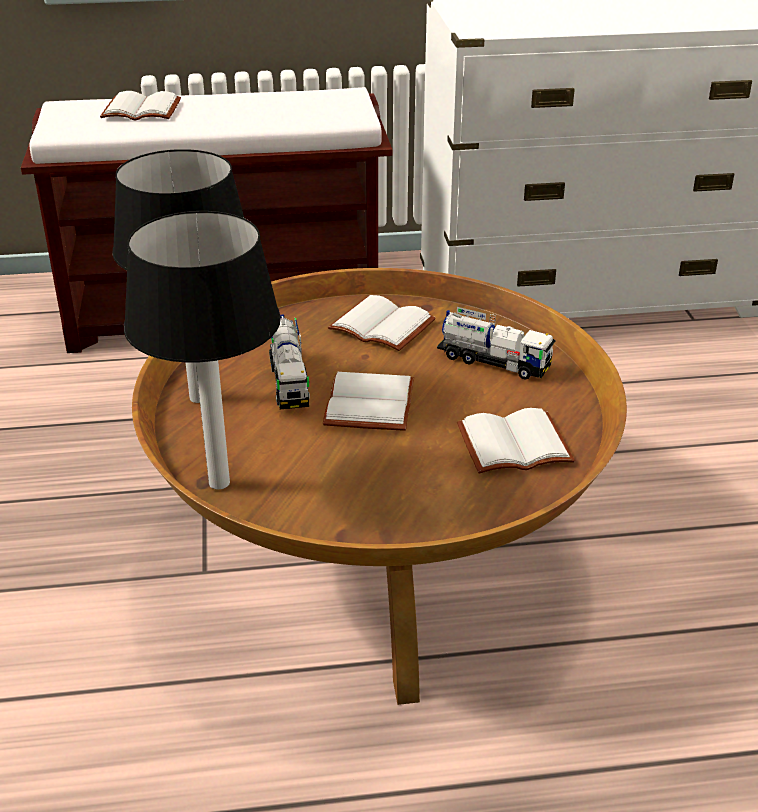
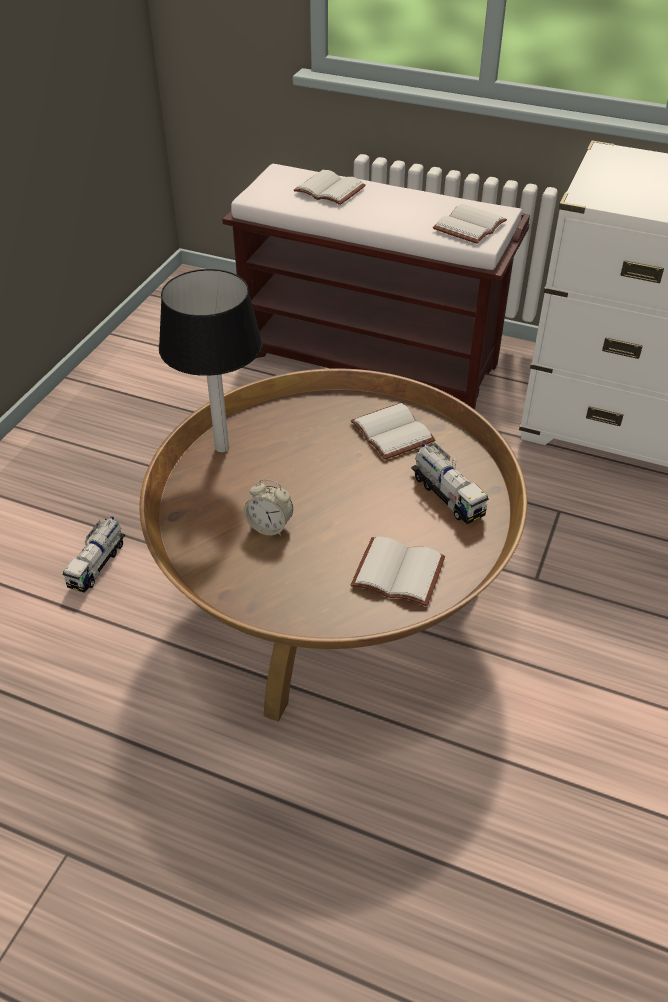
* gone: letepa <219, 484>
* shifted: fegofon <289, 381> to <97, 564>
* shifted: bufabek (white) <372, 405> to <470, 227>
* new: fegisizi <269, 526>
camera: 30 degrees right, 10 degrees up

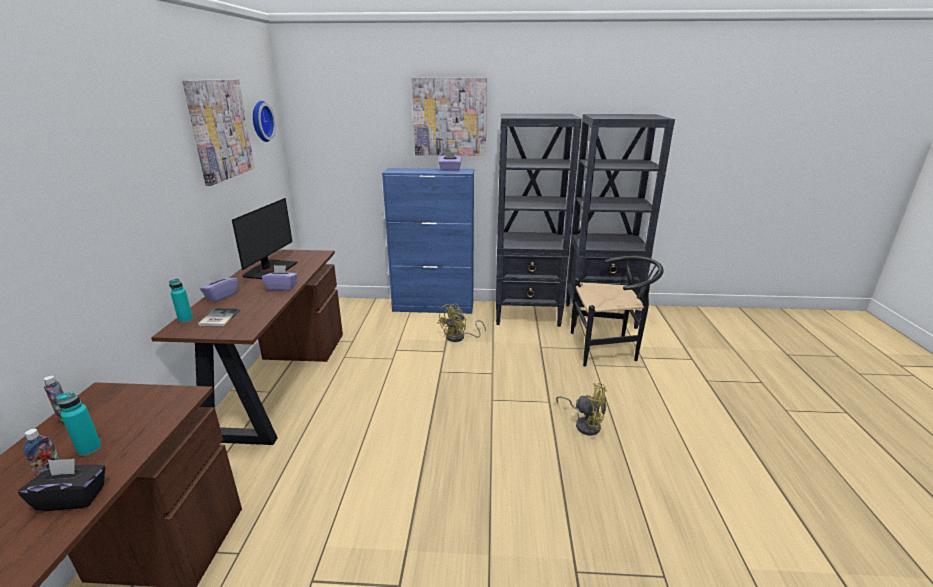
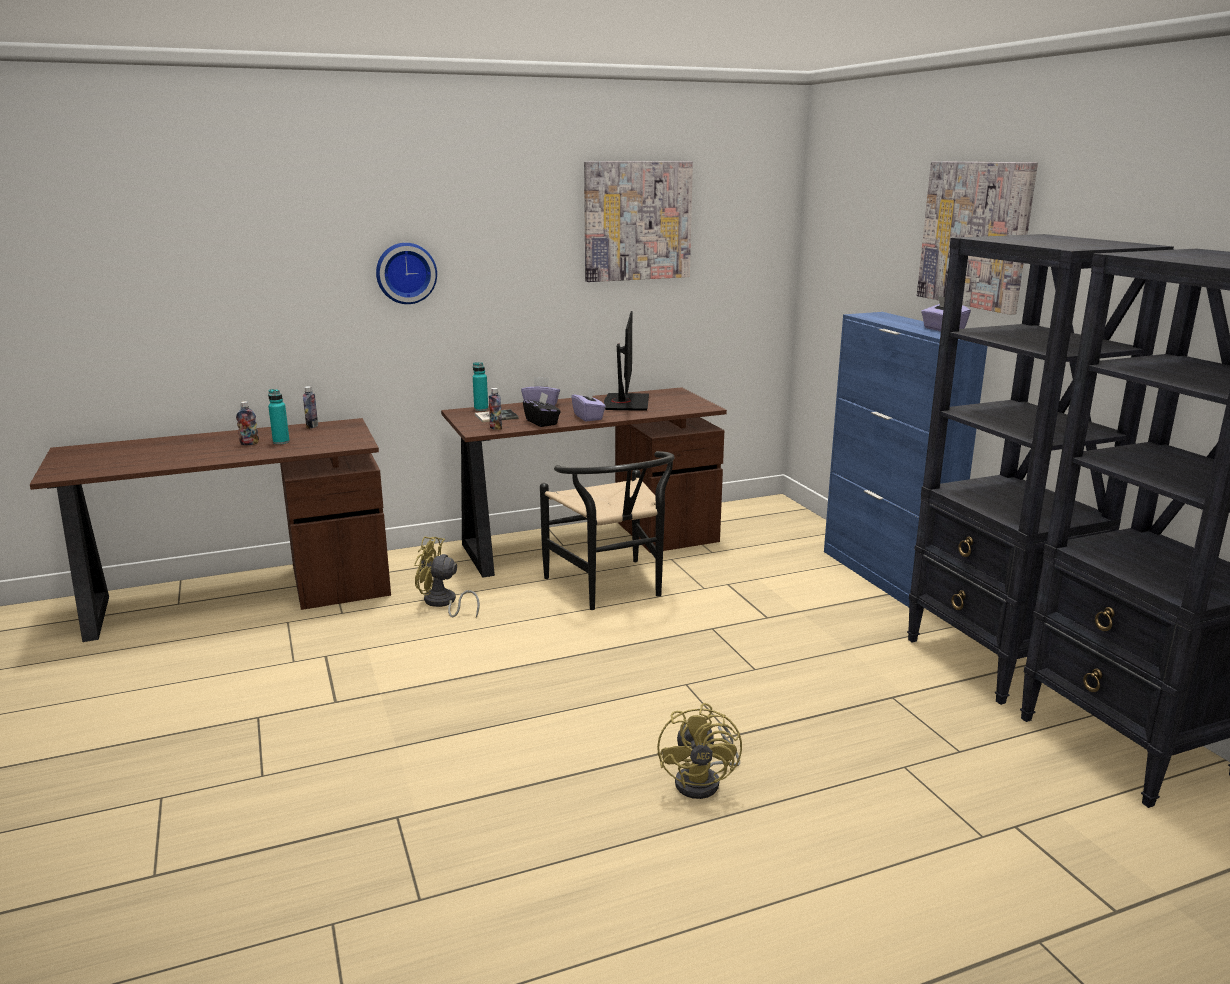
* shifted: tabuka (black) <73, 498> to <542, 422>
* rotated: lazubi <270, 270> = <626, 402> 75 degrees counterclockwise
* shifted: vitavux <260, 121> to <405, 273>
* shifted: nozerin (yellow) <459, 337> to <442, 603>
* shifted: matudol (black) <609, 348> to <611, 588>
* new: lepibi <496, 428>
camera: 65 degrees right, 5 degrees down

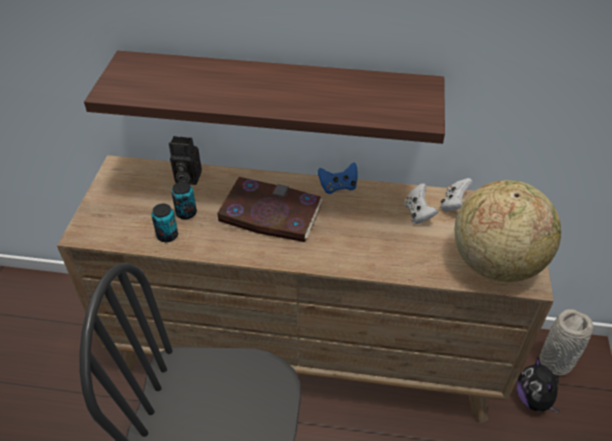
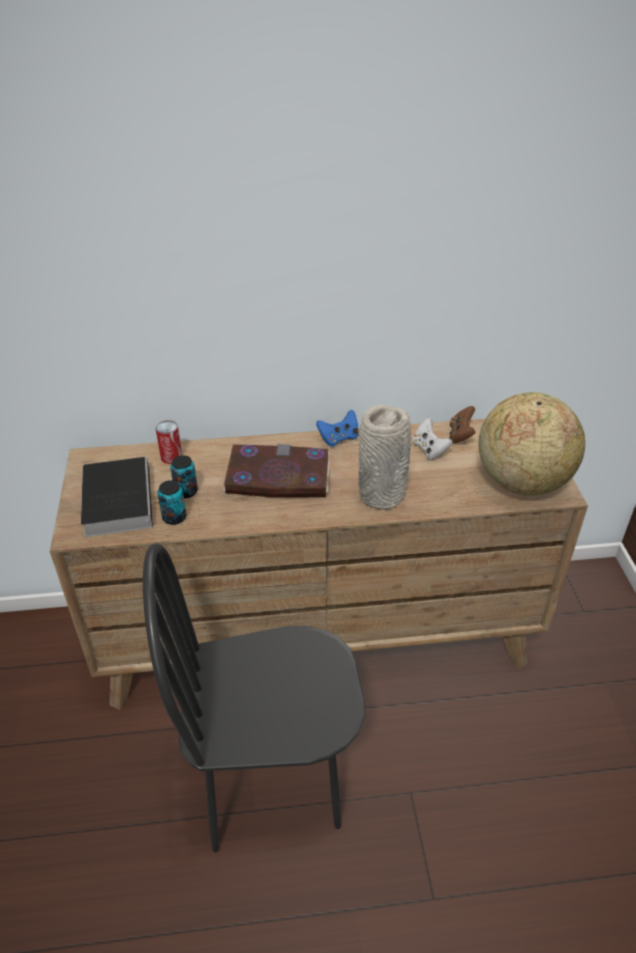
* gone: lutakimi <277, 94>
* swapped: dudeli <186, 178> to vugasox <171, 457>
* repainted: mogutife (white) <453, 204> to mogutife (brown) <460, 435>
* gone: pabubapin <533, 399>
* shifted: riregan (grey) <556, 361> to <382, 495>
* new: bufabek <117, 499>
camera: 15 degrees left, 5 degrees down

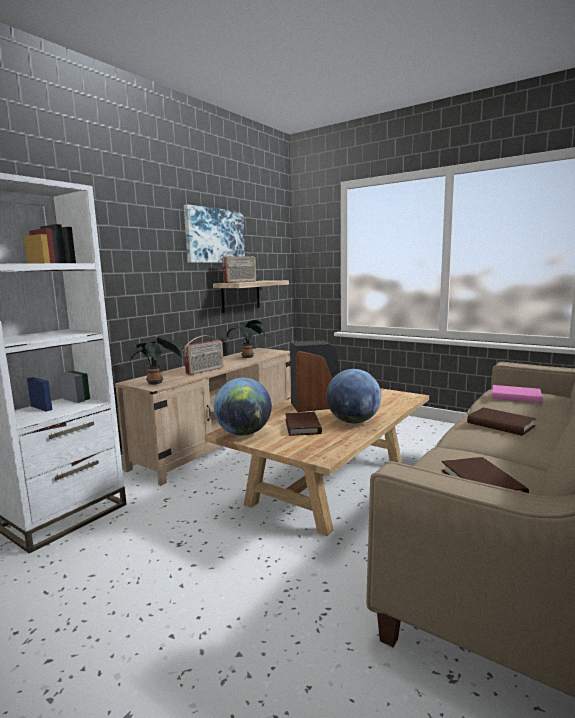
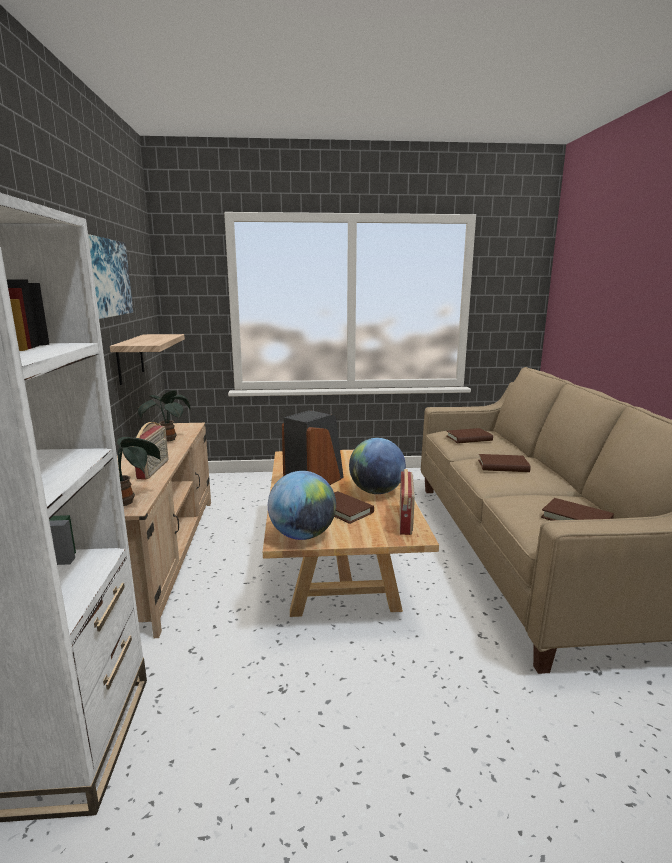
* shifted: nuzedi <240, 282> to <406, 521>
* repainted: bufabek (pink) <515, 397> to bufabek (brown) <469, 438>
camera: 40 degrees left, 5 degrees up

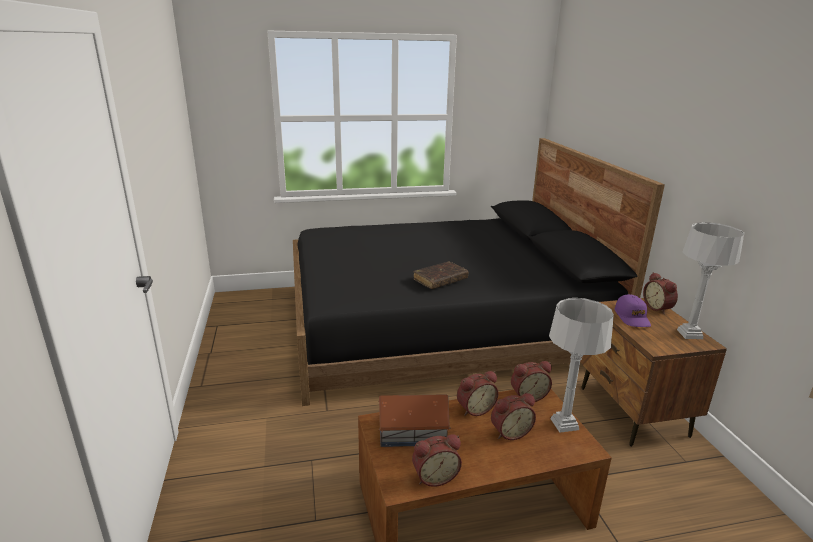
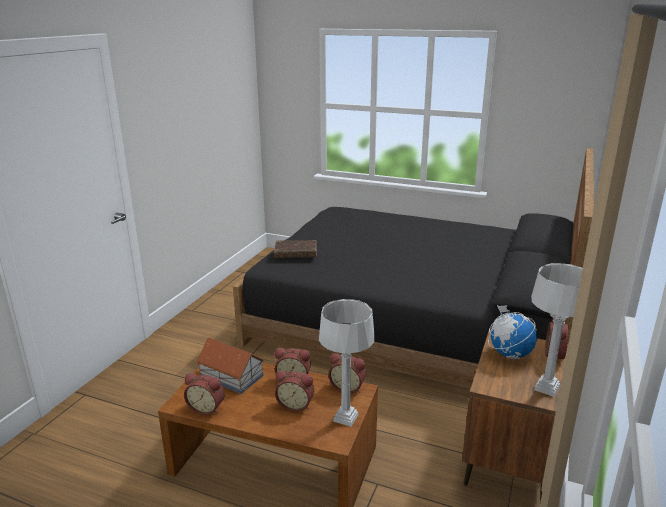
* shifted: bufabek (brown) <440, 280> to <296, 254>
* swapped: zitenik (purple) <632, 317> to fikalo <509, 354>
camera: 35 degrees right, 0 degrees up

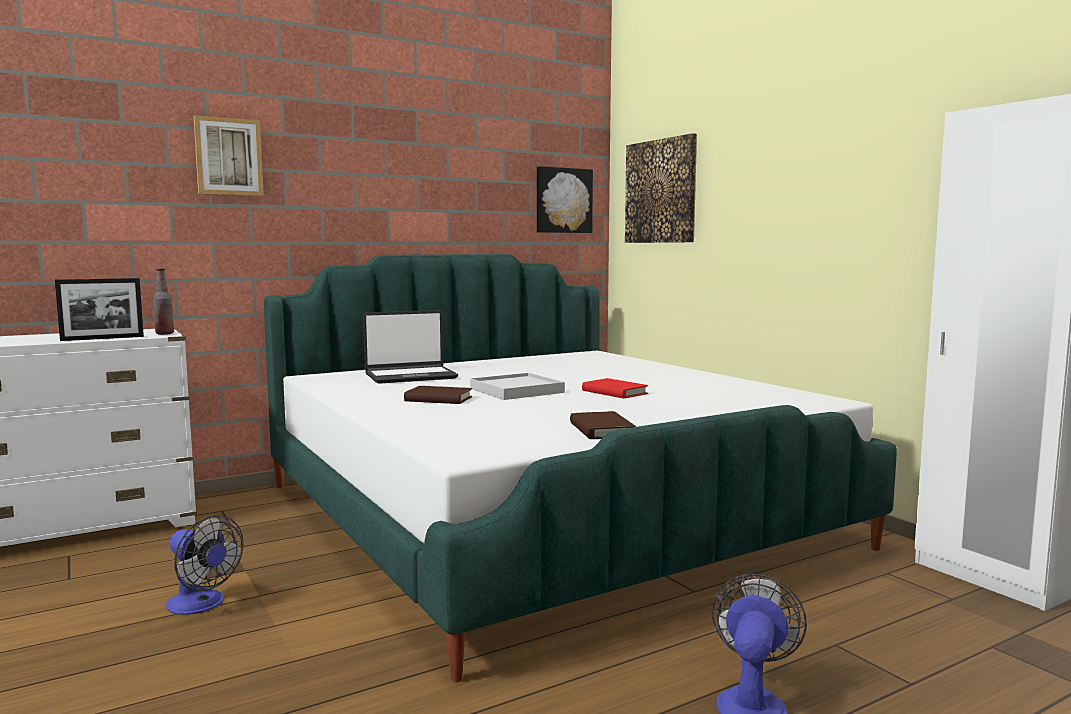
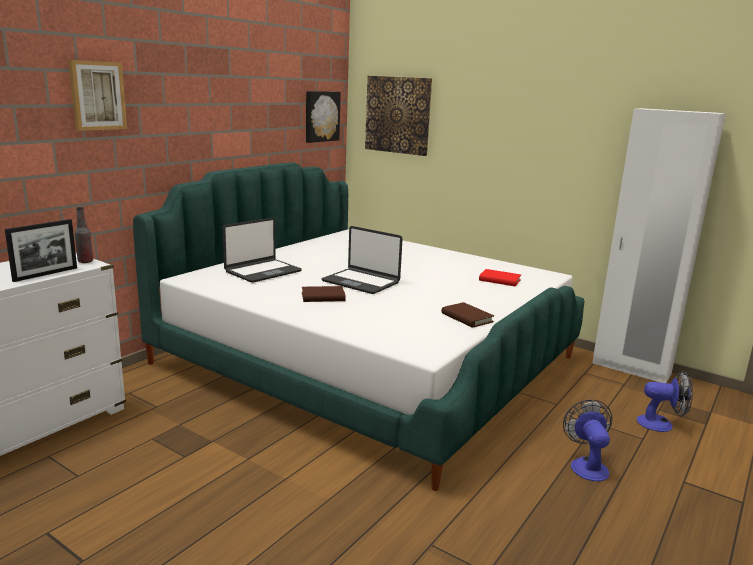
* shifted: nozerin <201, 605> to <661, 424>
* swapped: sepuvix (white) <517, 390> to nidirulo <361, 282>
* shifted: bufabek (red) <614, 392> to <499, 280>
camera: 25 degrees left, 10 degrees up

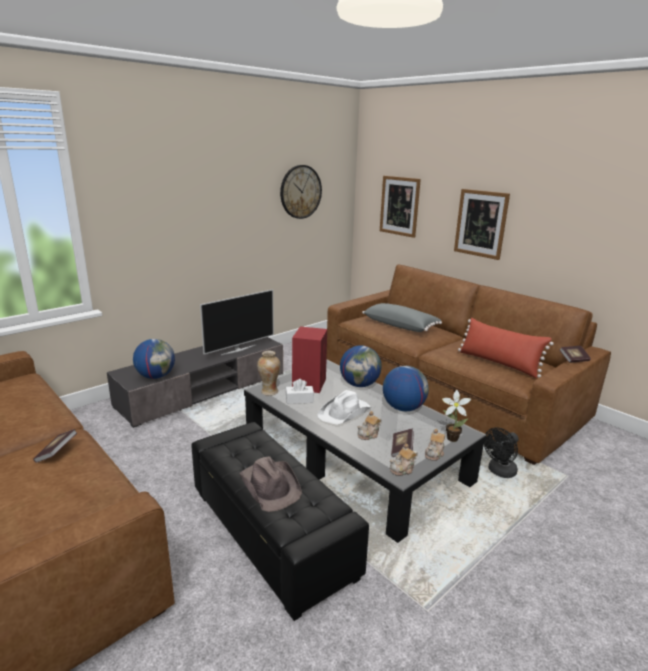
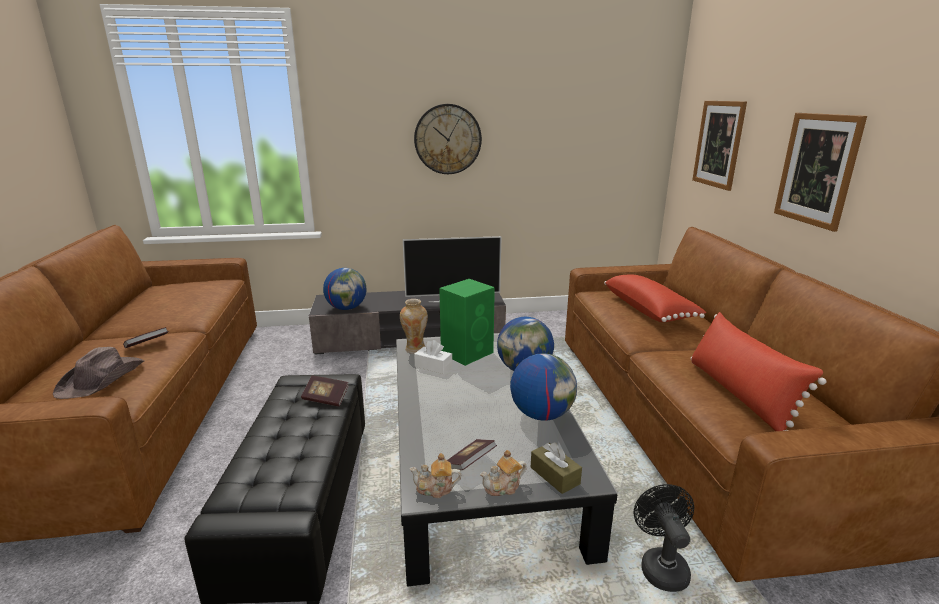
* shifted: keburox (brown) <270, 486> to <103, 378>
* shifted: vitavux <300, 192> to <447, 139>
* repainted: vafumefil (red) <309, 384> to vafumefil (green) <468, 352>
* gone: keburox (white) <345, 412>
* gone: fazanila <369, 435>
* repainted: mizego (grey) <400, 325> to mizego (red) <649, 310>
* swapped: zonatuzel <450, 438> to tabuka (brown) <554, 475>
* rotated: nozerin (black) <499, 472> = <661, 566> 90 degrees clockwise
* shifted: bufabek <573, 360> to <326, 398>
camera: 35 degrees right, 0 degrees up

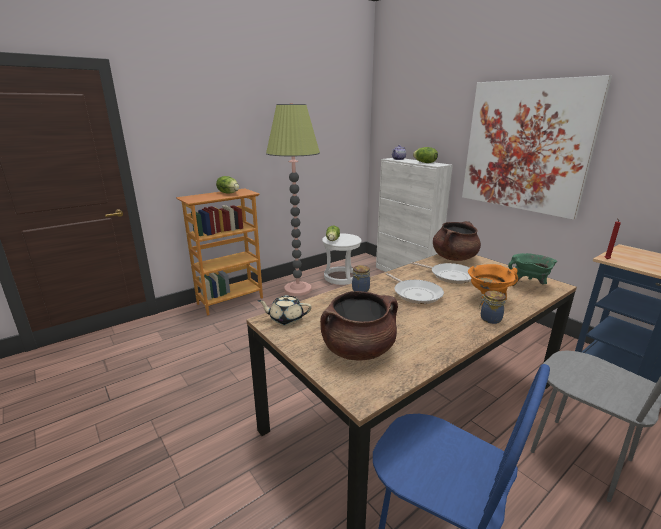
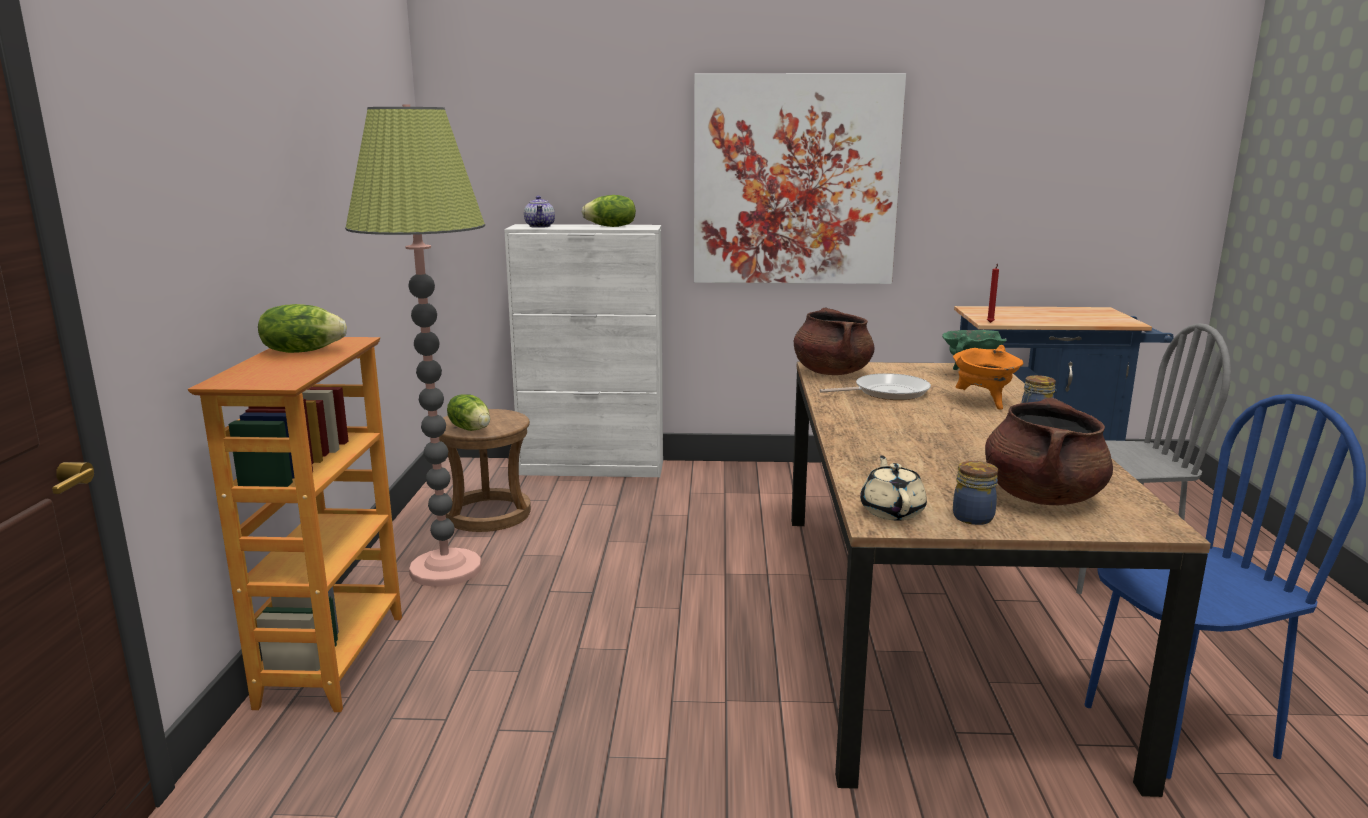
* rotated: fazanila (beige) <286, 319> = <892, 511> 135 degrees clockwise
* repainted: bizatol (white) <341, 277> to bizatol (brown) <488, 514>
* shifted: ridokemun <361, 289> to <972, 517>
* gone: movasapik <416, 294>
camera: 50 degrees left, 5 degrees down

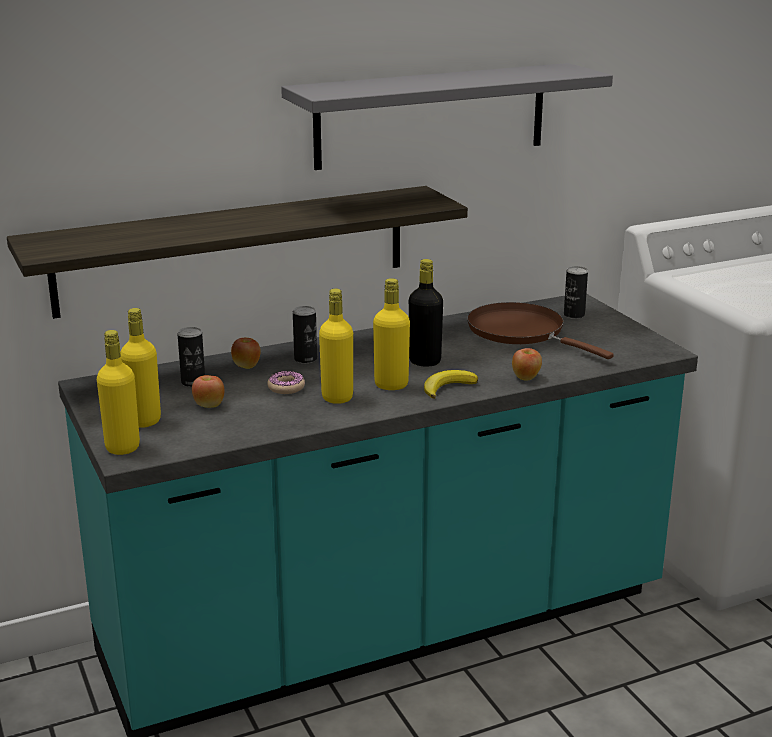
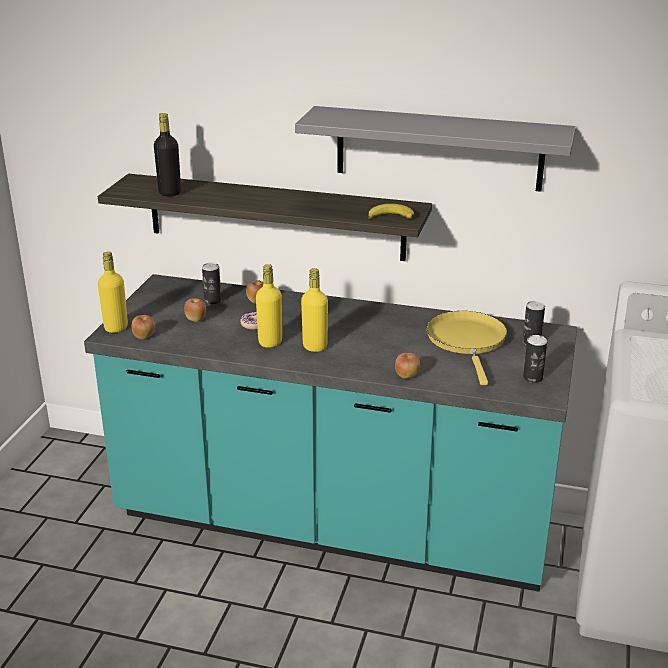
* gone: lepibi (yellow) <144, 421>
* shifted: vugasox <305, 359> to <532, 378>
* shifted: lepibi (black) <425, 361> to <170, 193>
* shifted: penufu <447, 387> to <390, 216>
* repainted: movasapik (brown) <521, 332> to movasapik (yellow) <467, 341>
* new: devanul <144, 337>
camera: 40 degrees right, 5 degrees up

